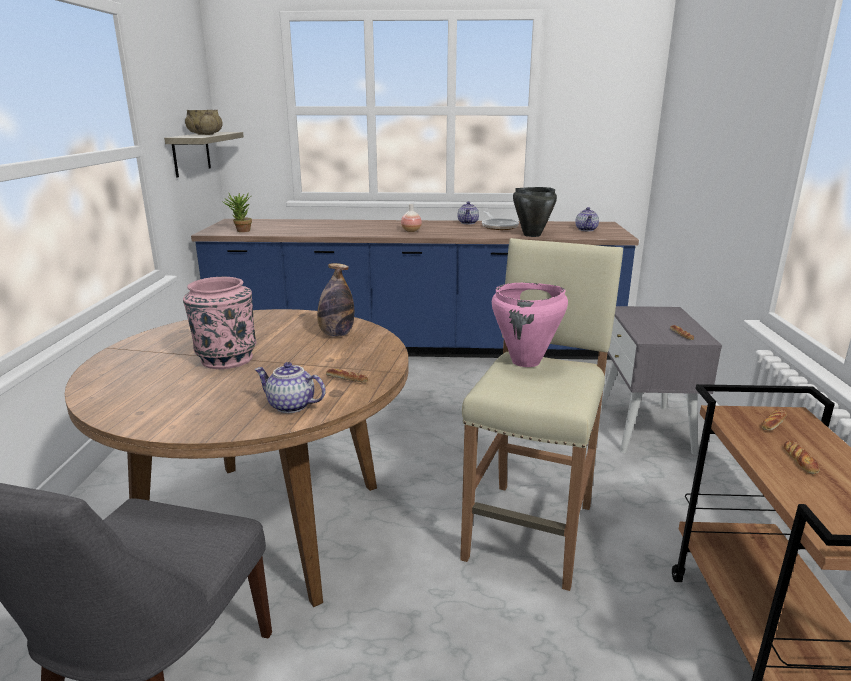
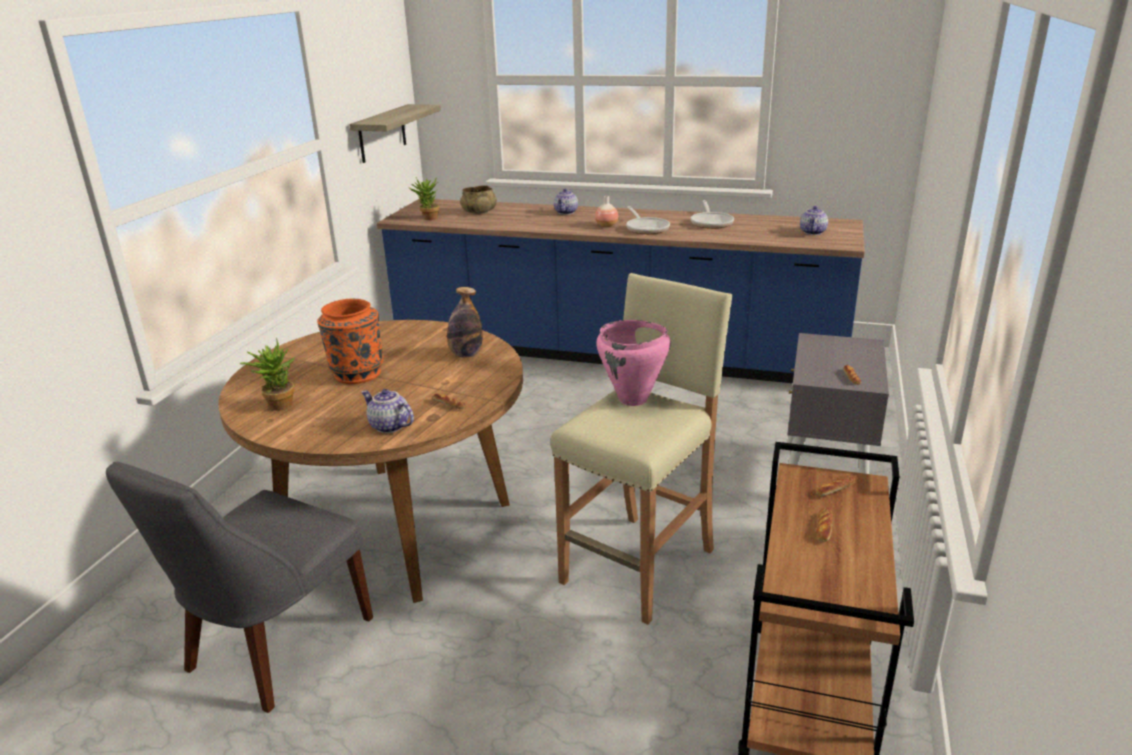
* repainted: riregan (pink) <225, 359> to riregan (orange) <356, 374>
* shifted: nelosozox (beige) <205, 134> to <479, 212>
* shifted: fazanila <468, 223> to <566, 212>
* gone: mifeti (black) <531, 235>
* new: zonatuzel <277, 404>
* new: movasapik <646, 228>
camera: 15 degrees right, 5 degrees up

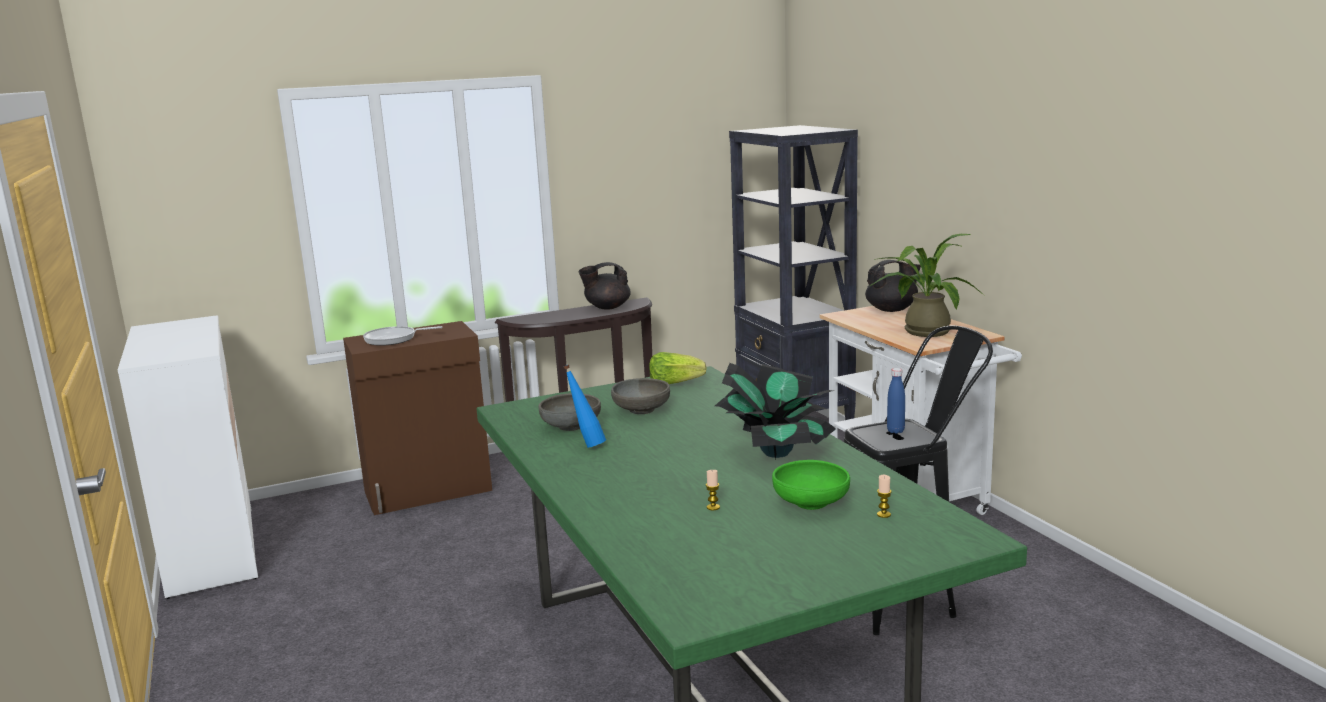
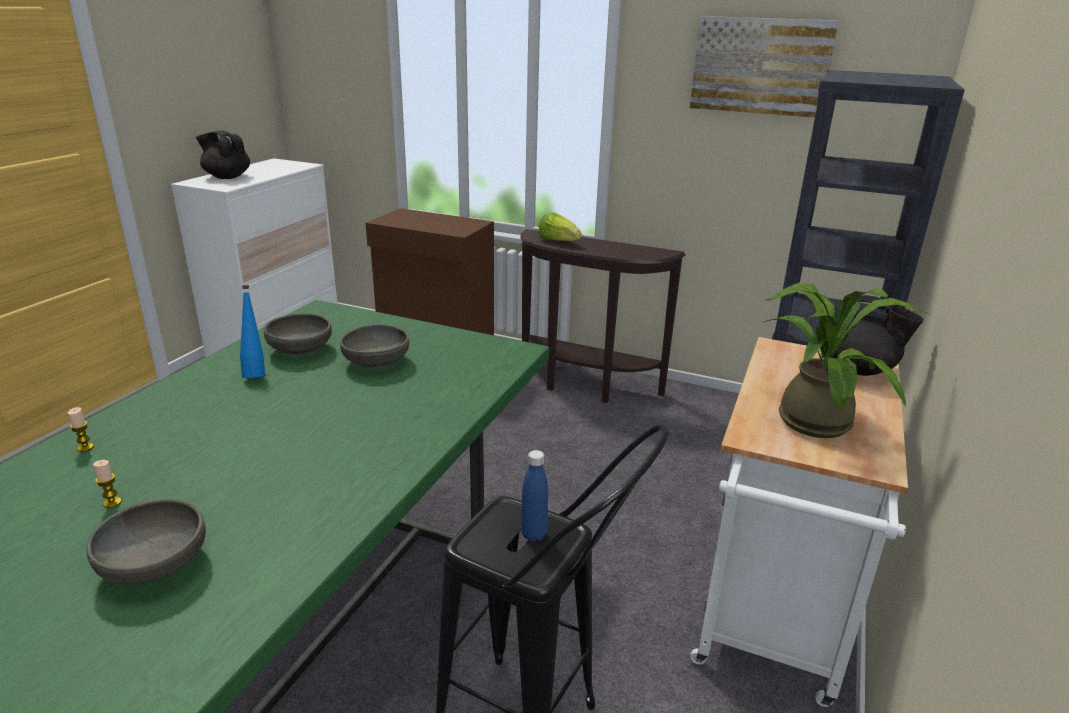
* gone: movasapik <393, 339>
* shifted: fazanila (black) <607, 307> to <227, 177>
* shifted: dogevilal <674, 384> to <558, 241>
* gone: zonatuzel <777, 452>
* repainted: nelosozox (green) <810, 503> to nelosozox (grey) <155, 564>
* shifted: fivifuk <883, 514> to <85, 447>
* new: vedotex <760, 66>
camera: 45 degrees right, 10 degrees up

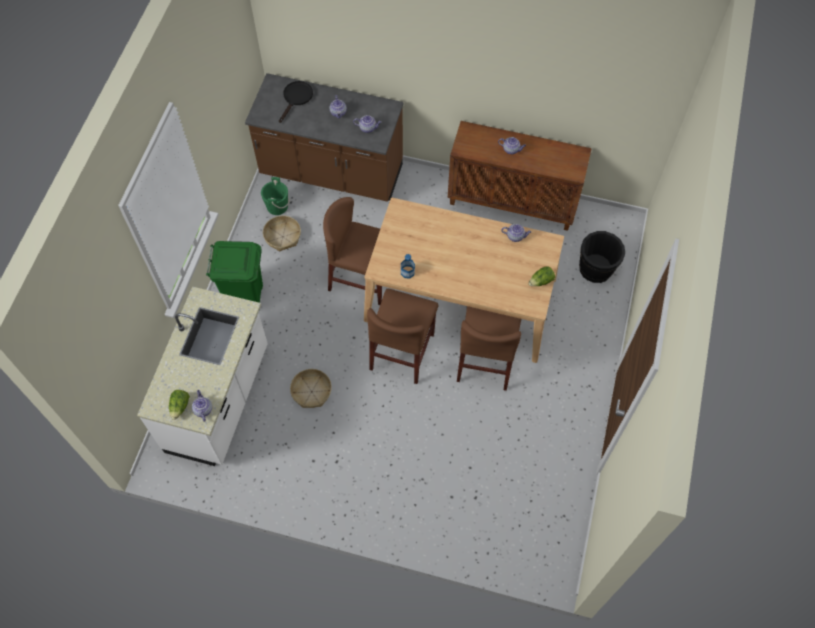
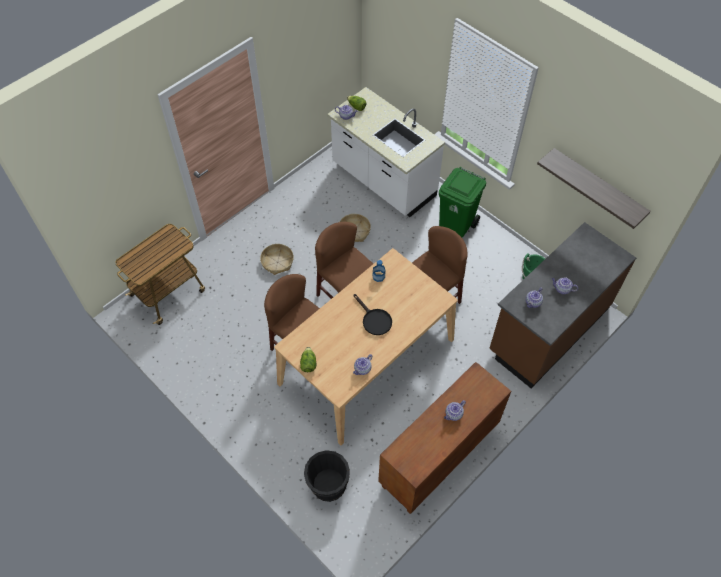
* shifted: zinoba <282, 237> to <277, 262>
* shifted: movasapik (black) <296, 98> to <374, 320>
* new: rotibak <169, 292>
* new: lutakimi <597, 187>
camera: 120 degrees right, 5 degrees down

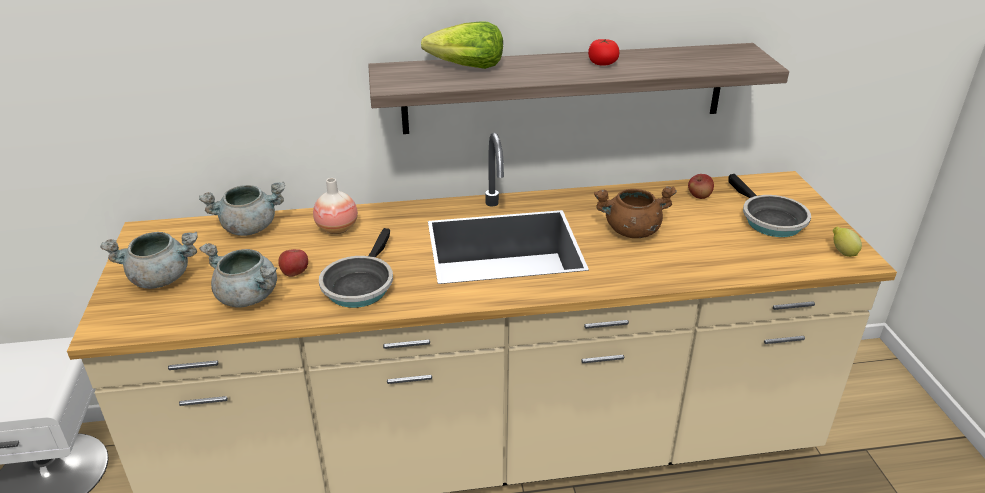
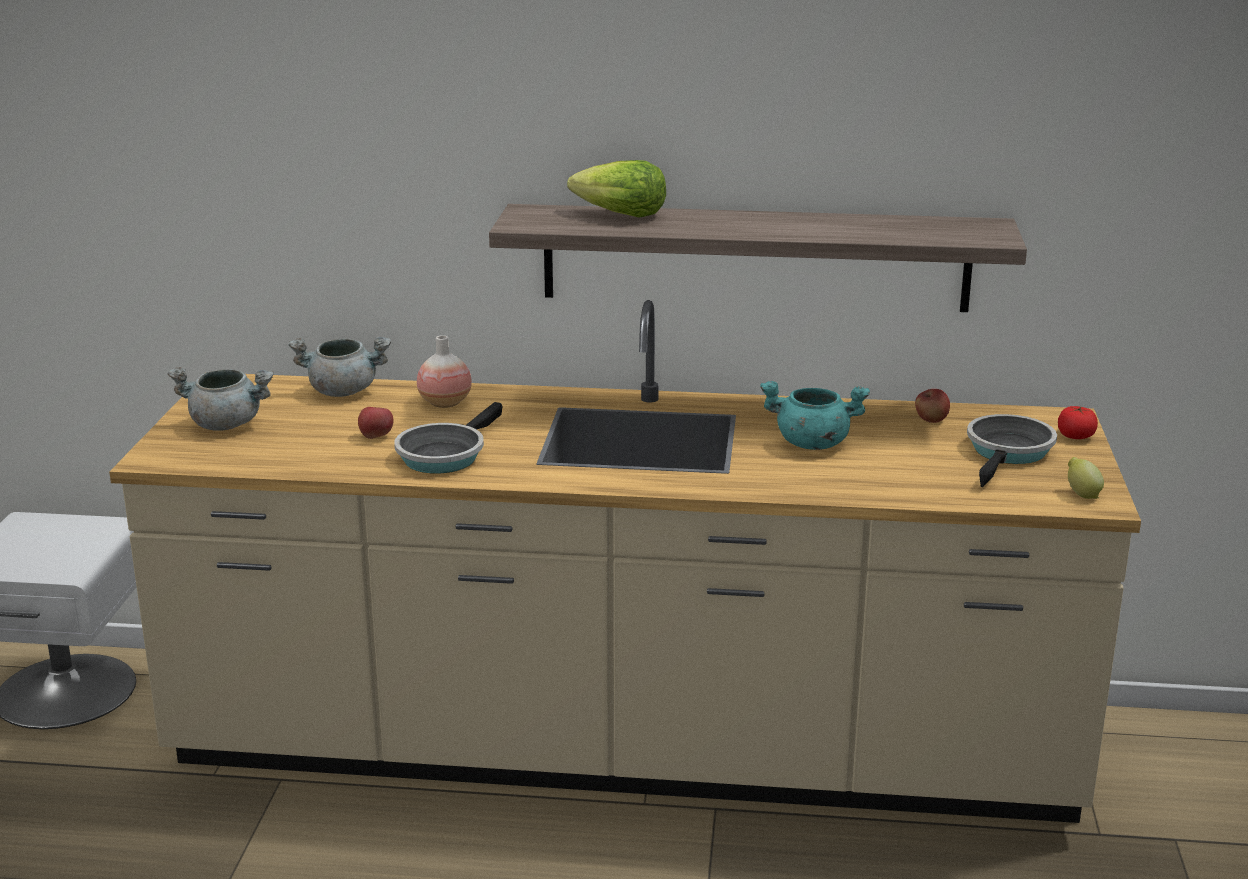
* gone: mifeti (grey) <248, 297>
* shifted: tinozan <602, 63> to <1075, 436>
* repainted: mifeti (brown) <631, 231> to mifeti (turquoise) <811, 444>
* rotated: movasapik <769, 220> = <1008, 453> 150 degrees counterclockwise
camera: 15 degrees right, 10 degrees down

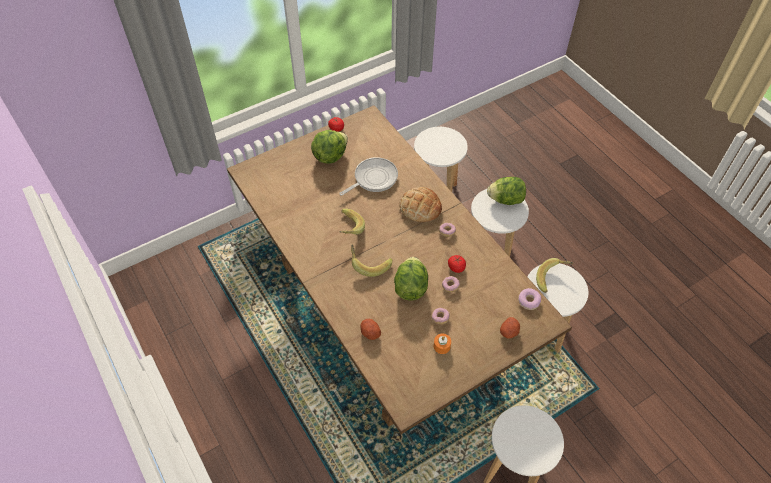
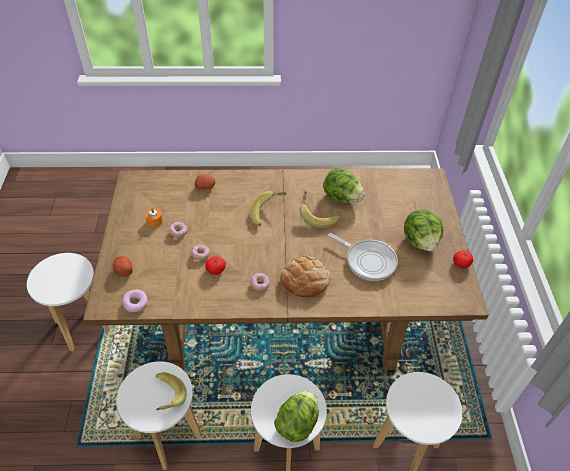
* rotated: movasapik <373, 178> = <368, 261> 45 degrees counterclockwise
* shifted: dogevilal <410, 287> to <341, 197>
camera: 120 degrees right, 5 degrees down

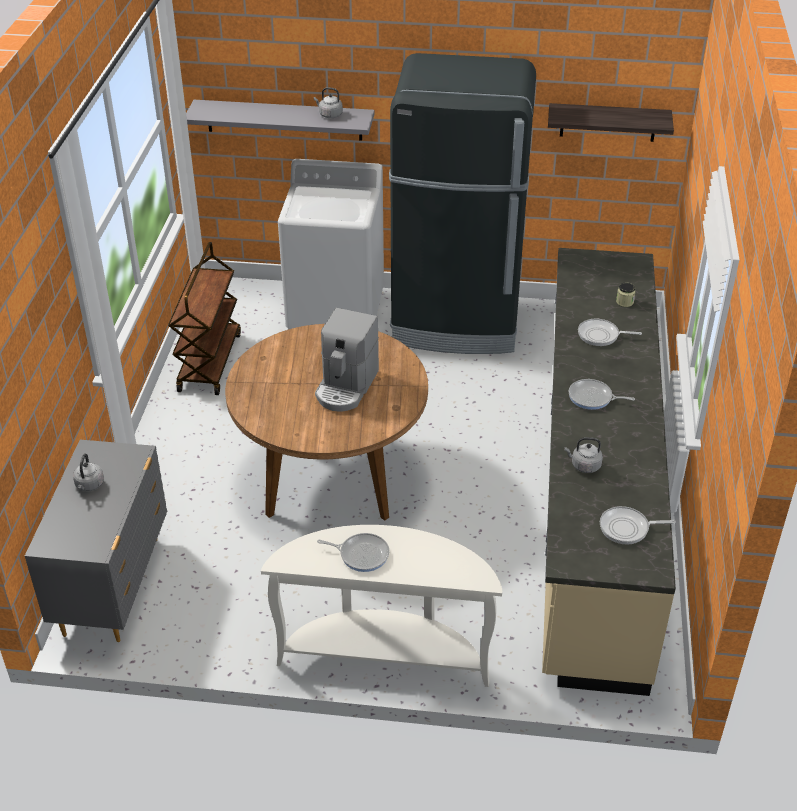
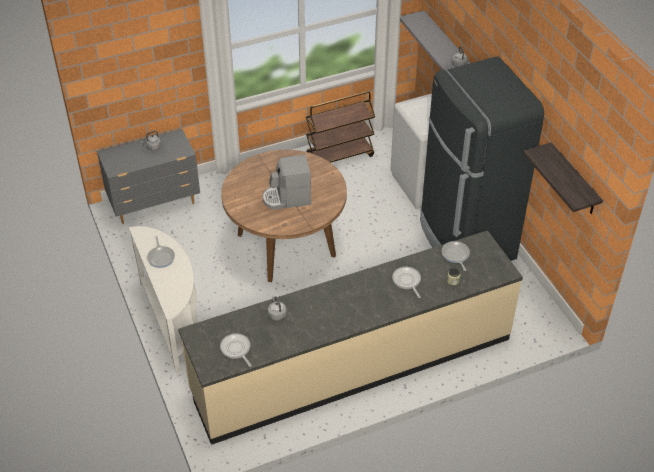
* shifted: movasapik <592, 398> to <455, 255>
camera: 60 degrees right, 5 degrees up

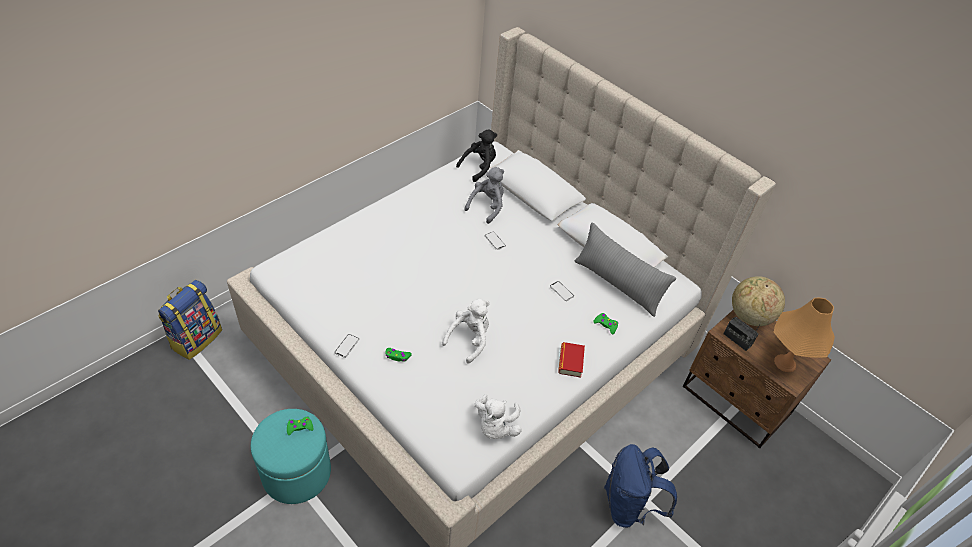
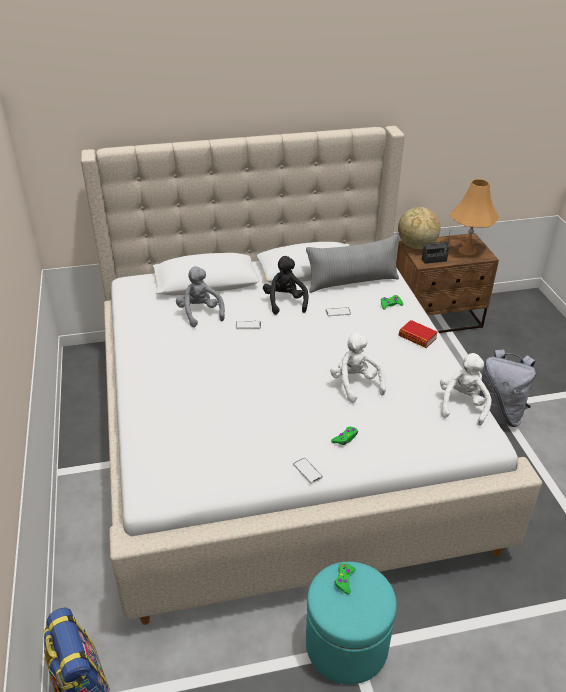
* shifted: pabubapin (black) <479, 167> to <285, 302>
* rotated: pabubapin (white) <495, 427> = <462, 405> 120 degrees counterclockwise
* repainted: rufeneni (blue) <629, 505> to rufeneni (grey) <498, 415>
camera: 55 degrees left, 10 degrees down

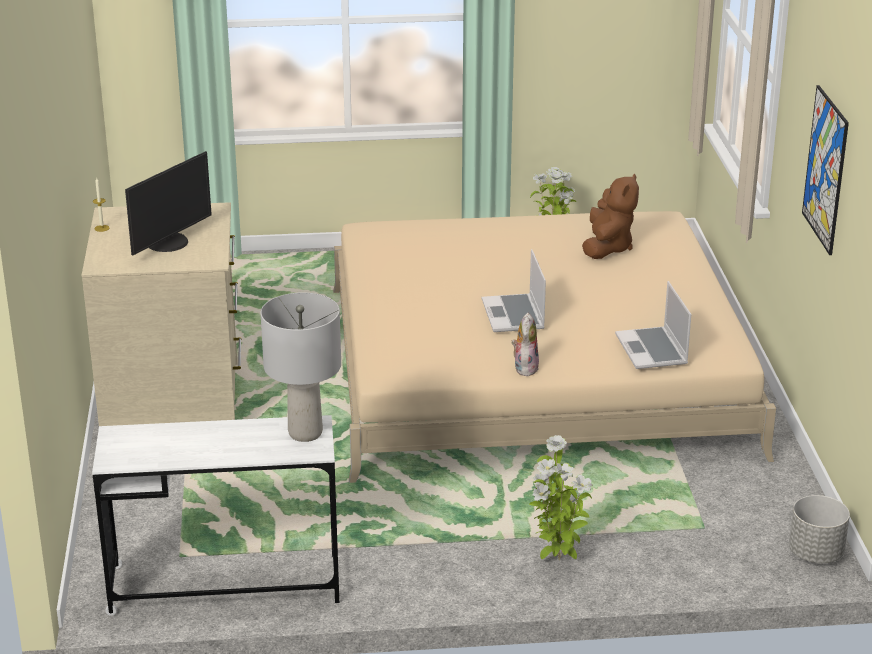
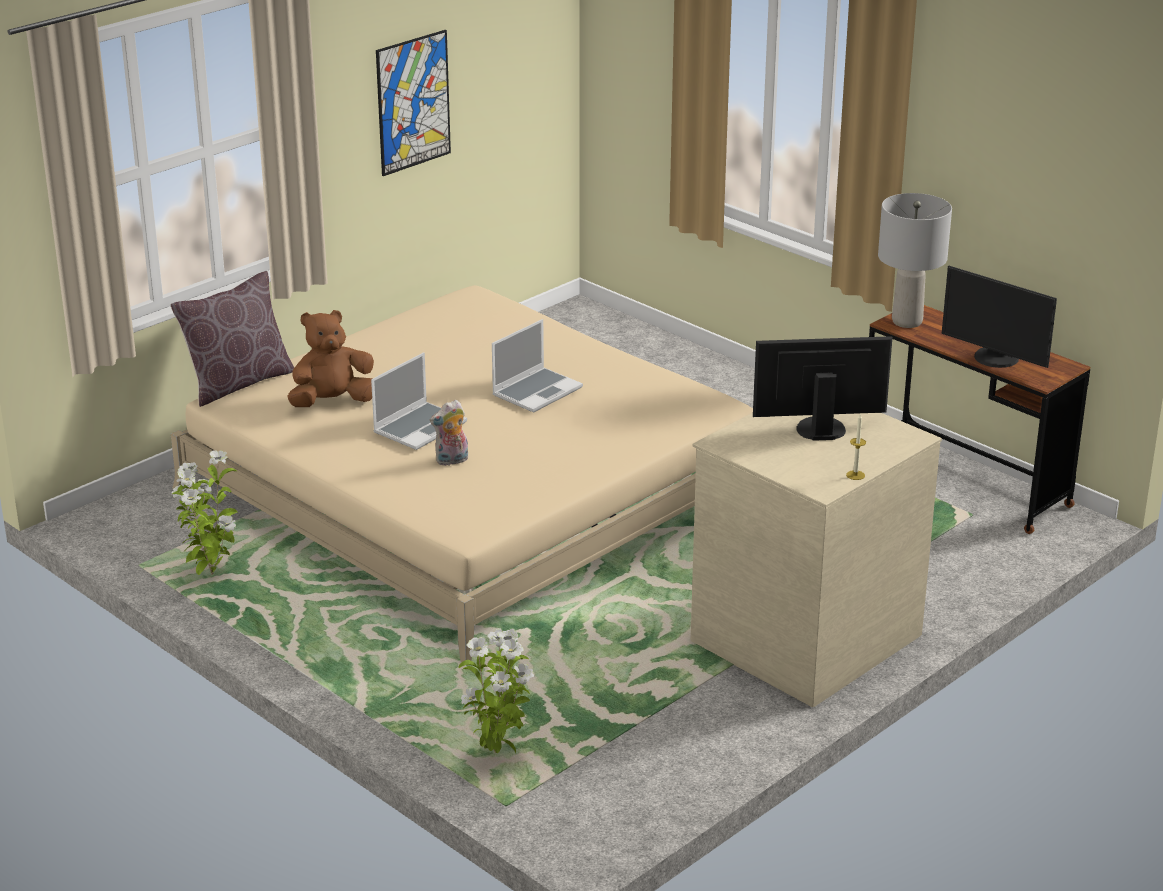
* repainted: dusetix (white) <225, 584> to dusetix (brown) <964, 483>
* shifted: pabubapin <524, 367> to <452, 461>
* shifted: zonatuzel <557, 560> to <498, 754>
* shifted: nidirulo <652, 350> to <420, 427>
* gone: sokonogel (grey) <815, 554>
* new: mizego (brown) <238, 383>
* new: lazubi <995, 359>
camera: 130 degrees left, 0 degrees up

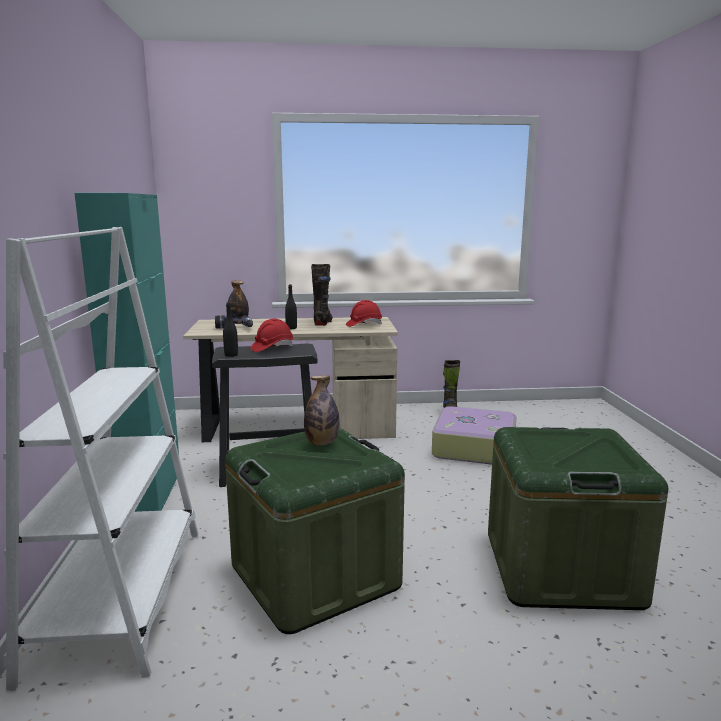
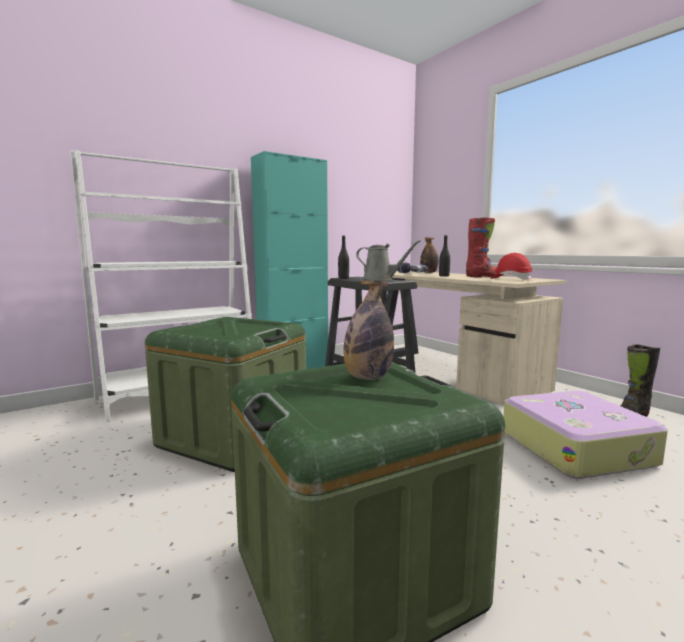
* swapped: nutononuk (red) <272, 348> to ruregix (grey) <381, 279>
* shifted: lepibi <322, 443> to <367, 377>
* repainted: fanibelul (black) <323, 322> to fanibelul (red) <484, 276>
camera: 60 degrees right, 5 degrees down

